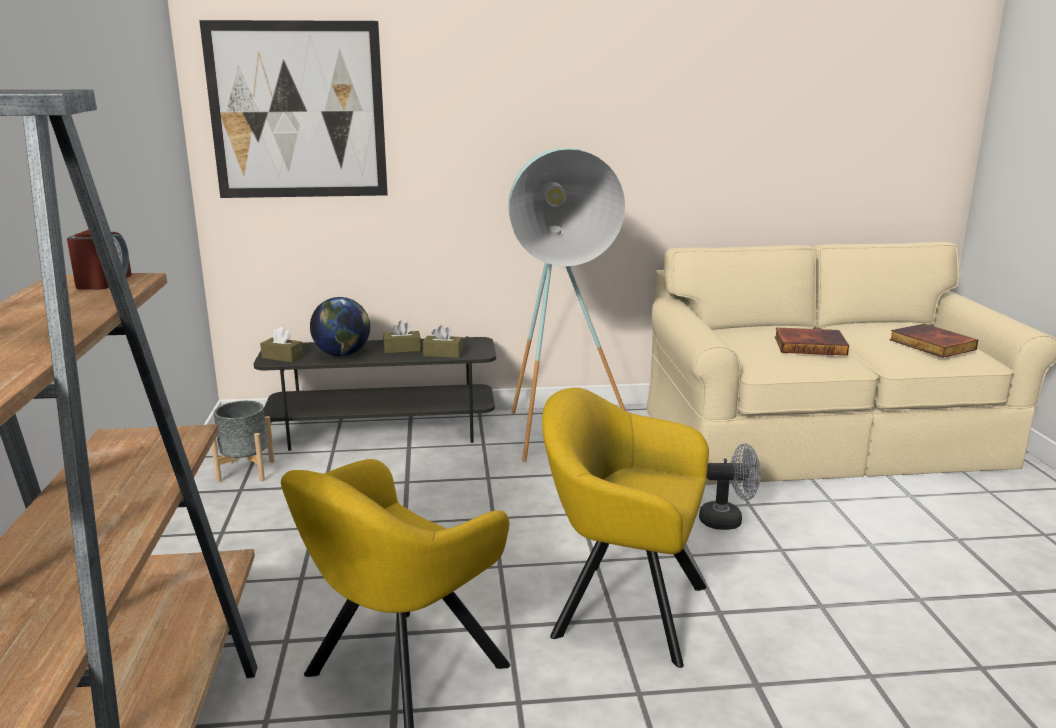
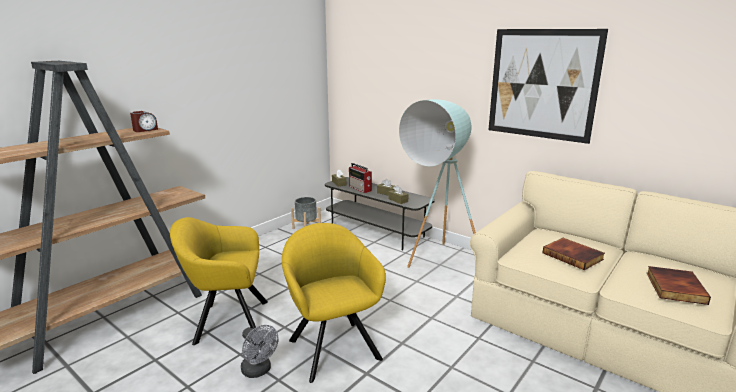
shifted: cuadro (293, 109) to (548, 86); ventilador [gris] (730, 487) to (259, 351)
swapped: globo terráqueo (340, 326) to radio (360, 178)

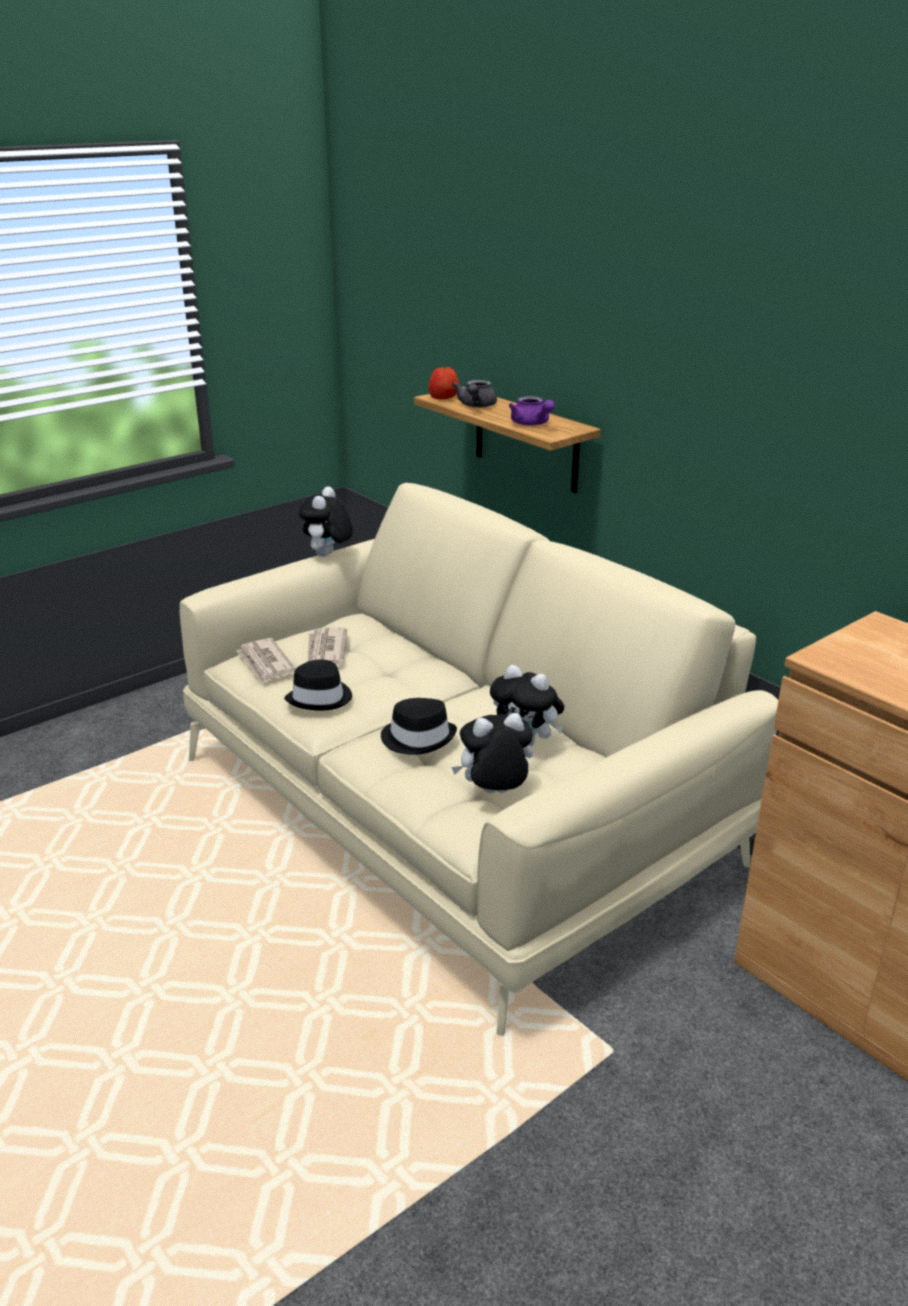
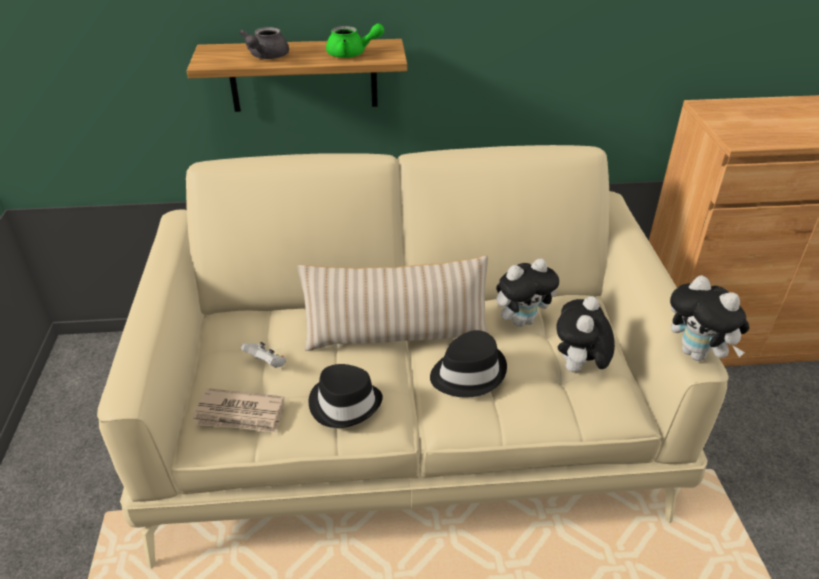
gone: manzana (444, 383)
new: cojín [beis] (392, 303)
shifted: peluche (326, 521) to (709, 318)
swapped: periódico (327, 647) to mando de consola [blanco] (263, 355)
repainted: tetera [morado] (532, 411) to tetera [verde] (355, 40)
rotated: tetera [gris] (474, 394) = (264, 43) 60 degrees clockwise

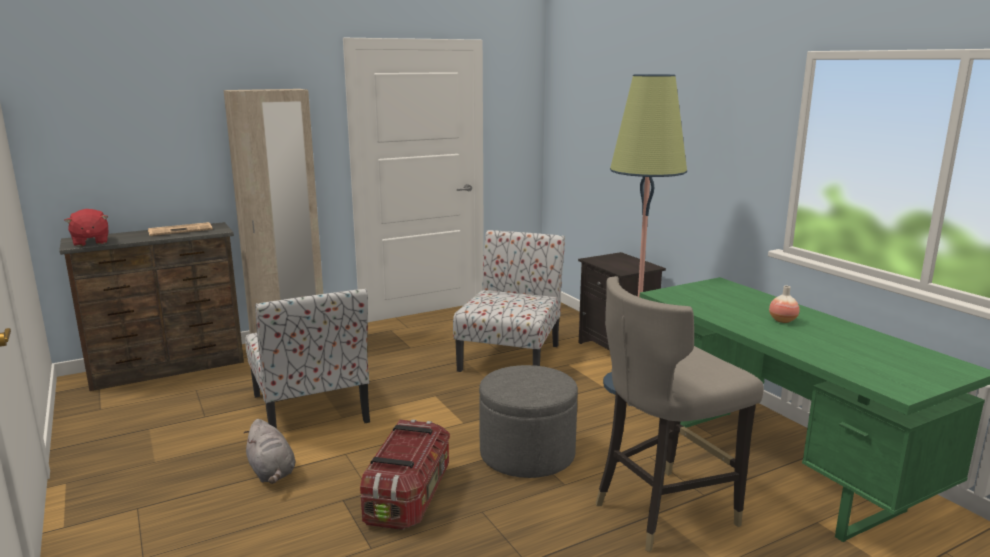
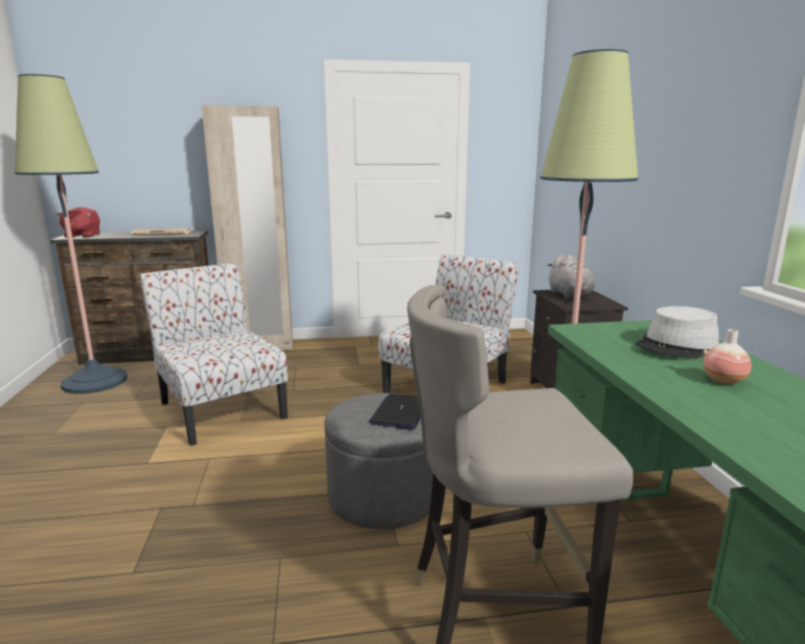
gone: caja de almacenaje (405, 474)
new: lámpara de pie (71, 234); sombrero [gris] (677, 332); portátil (395, 412)
shifted: peluche [gris] (269, 451) to (571, 276)
rotated: silla (307, 359) = (214, 354) 150 degrees clockwise

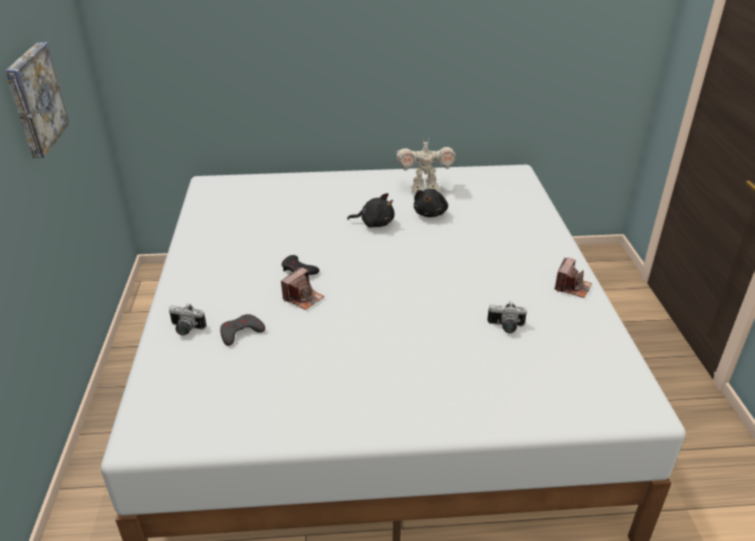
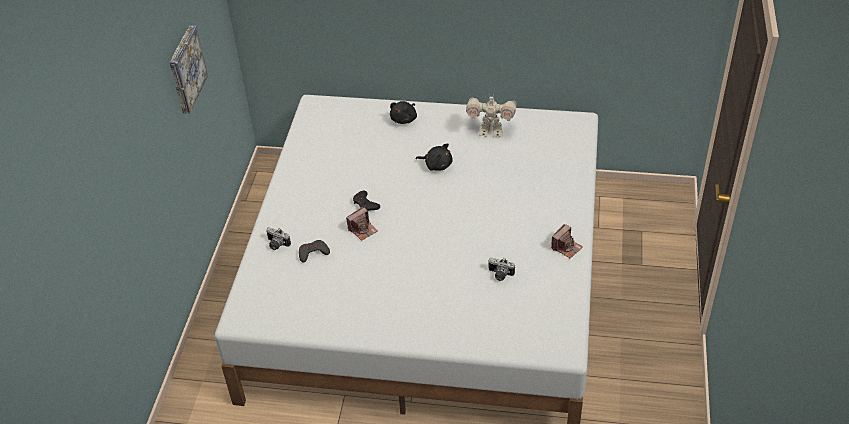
shifted: peluche [negro] (431, 203) to (403, 112)

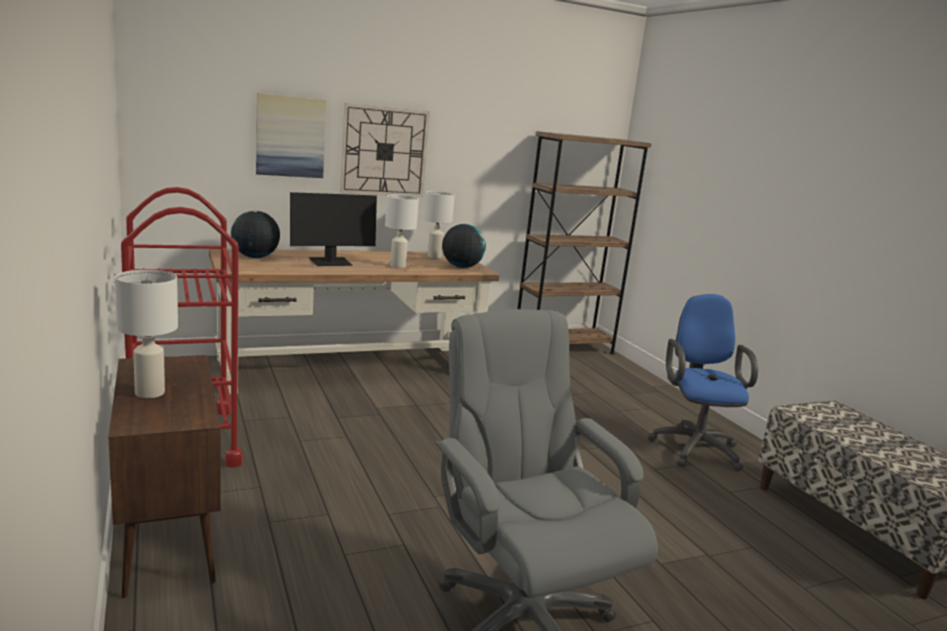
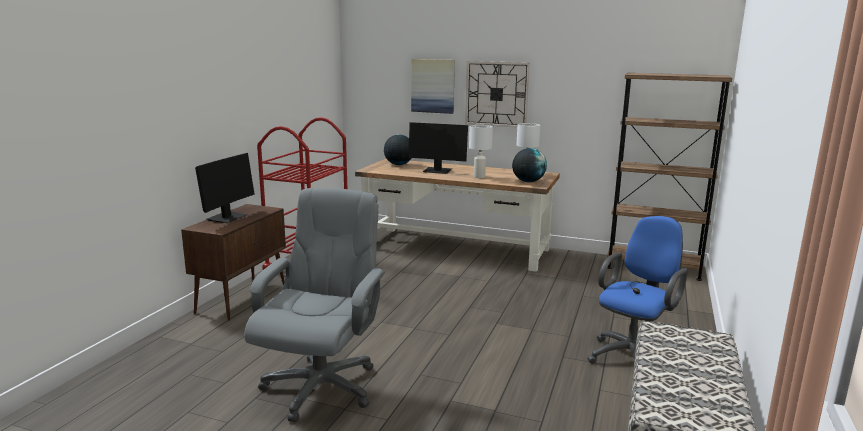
swapped: lámpara de mesa [blanco] (146, 334) to monitor (225, 188)

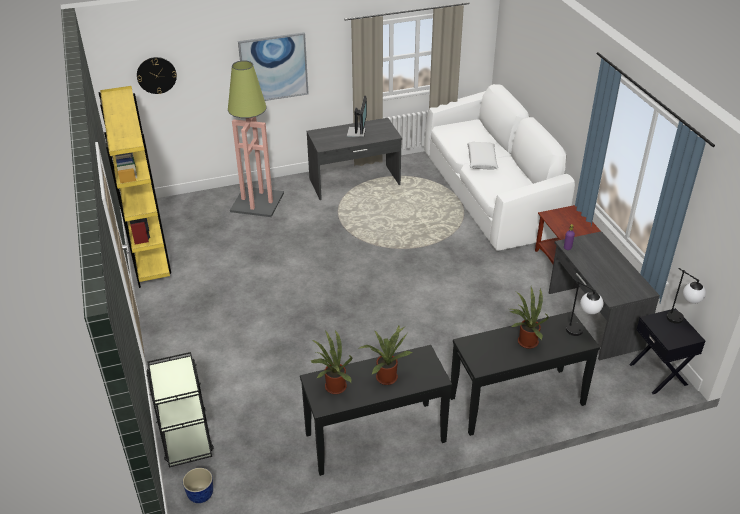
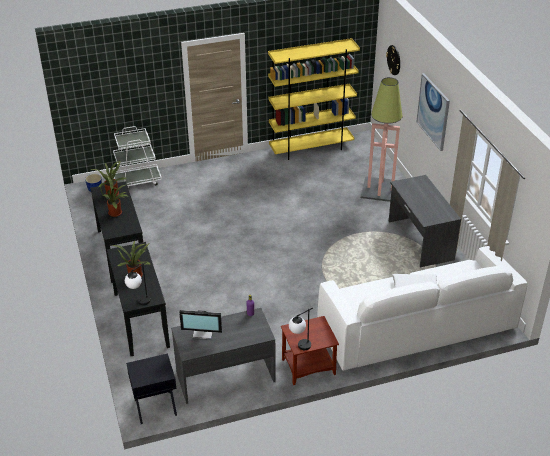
shifted: monitor (357, 116) to (200, 324); lámpara de mesa (686, 296) to (301, 328)
repainted: carrito [negro] (180, 410) to carrito [blanco] (137, 157)

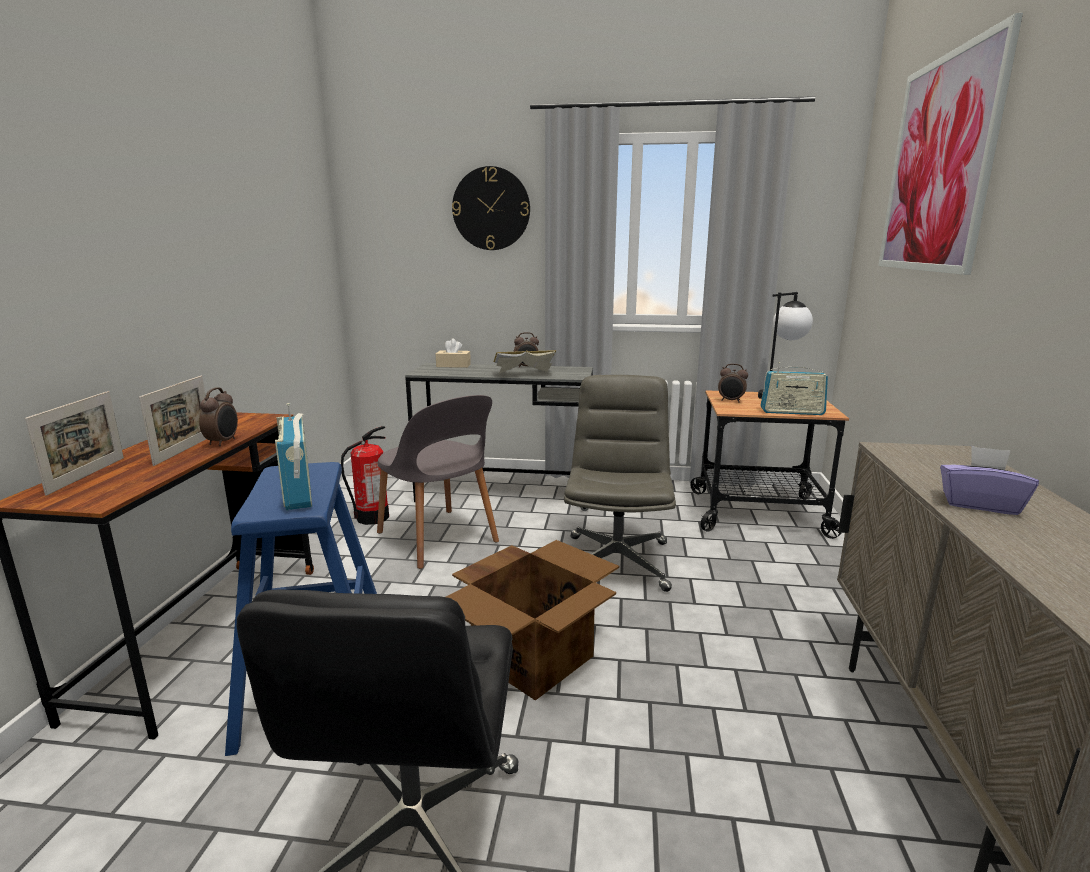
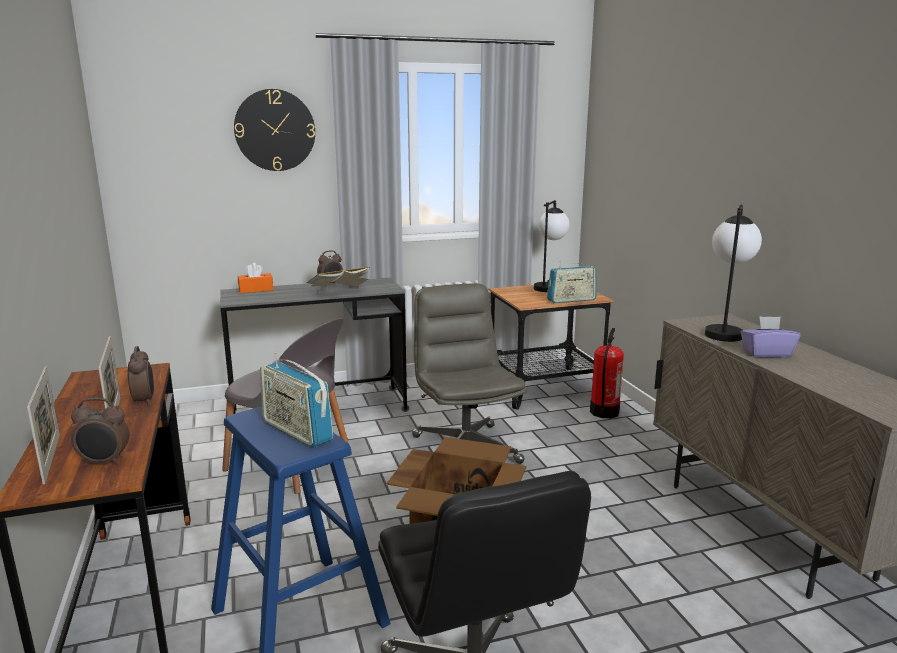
gone: cuadro (950, 144)
new: lámpara de mesa (733, 273)
shifted: despertador (733, 383) to (100, 431); extintor (365, 475) to (607, 373)
repainted: caja de pañuelos [beis] (453, 353) to caja de pañuelos [naranja] (255, 278)

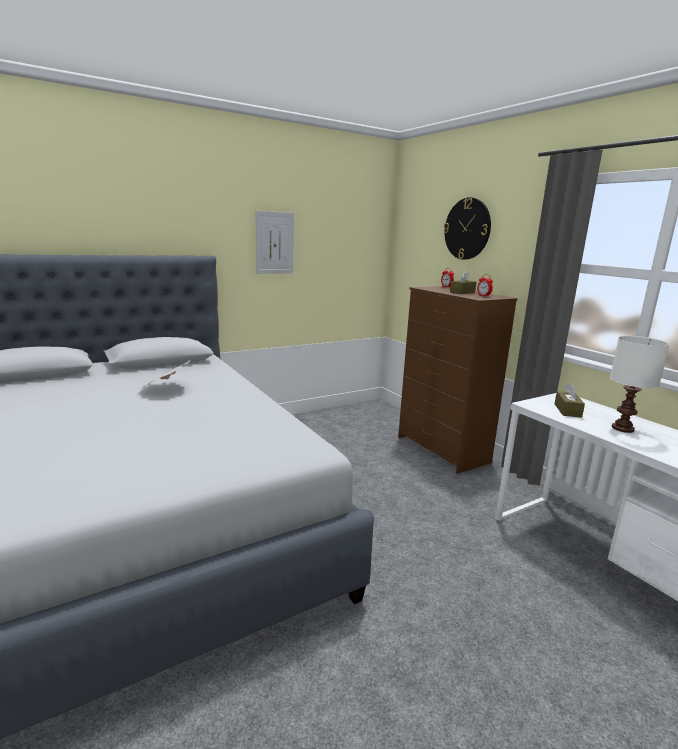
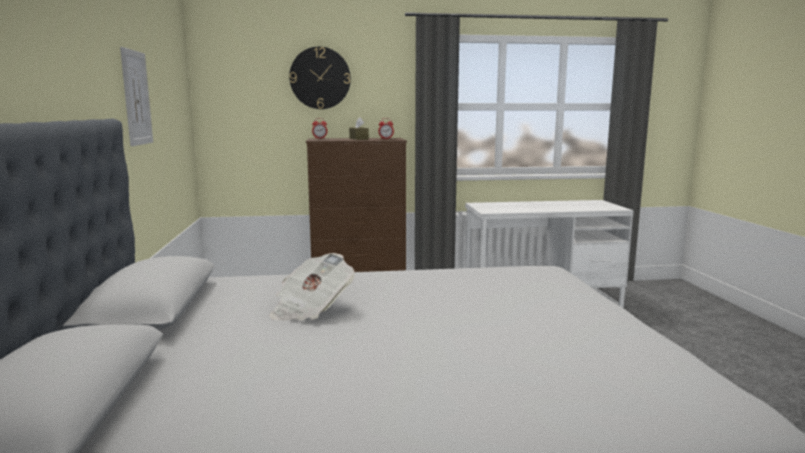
gone: lámpara de mesa [blanco] (640, 384); caja de pañuelos [marrón] (569, 400)

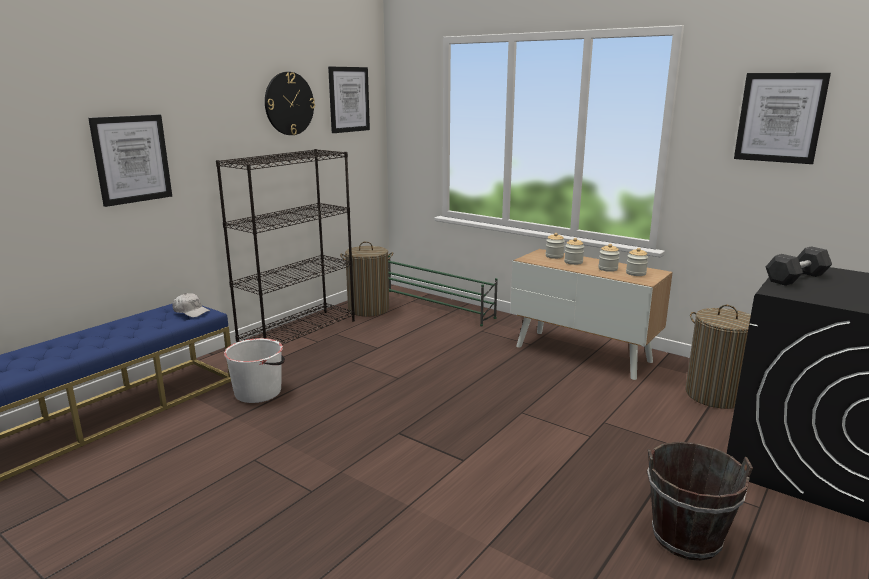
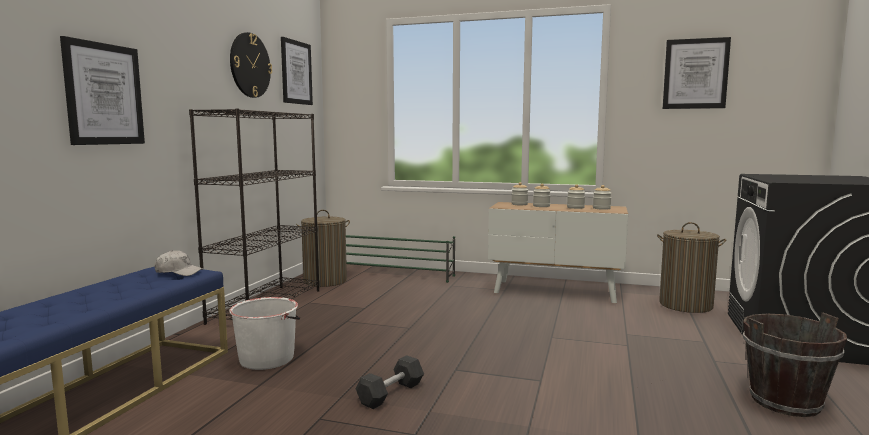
shifted: mancuerna [gris] (799, 266) to (390, 382)

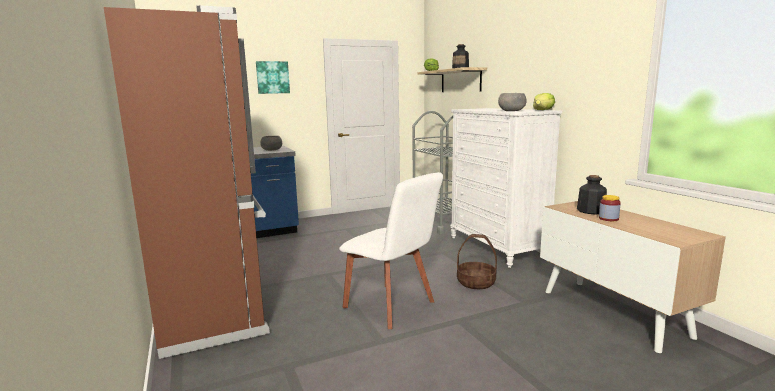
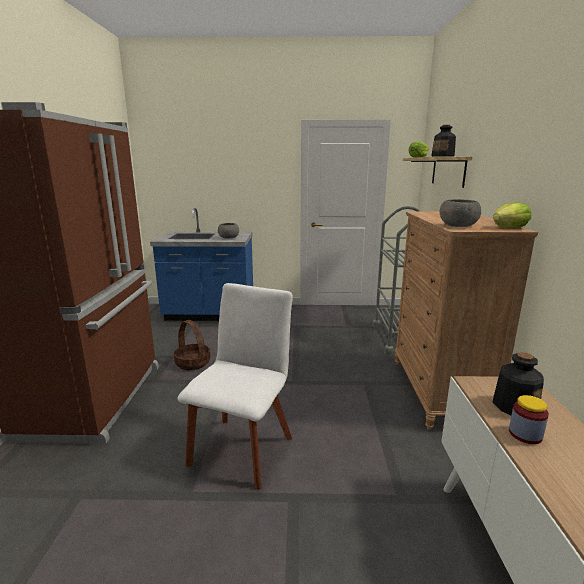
gone: cuadro (273, 77)
shifted: cesta (477, 261) to (192, 345)
repainted: cómoda [blanco] (506, 188) to cómoda [marrón] (466, 320)
rotated: silla [blanco] (391, 250) = (235, 386) 135 degrees counterclockwise

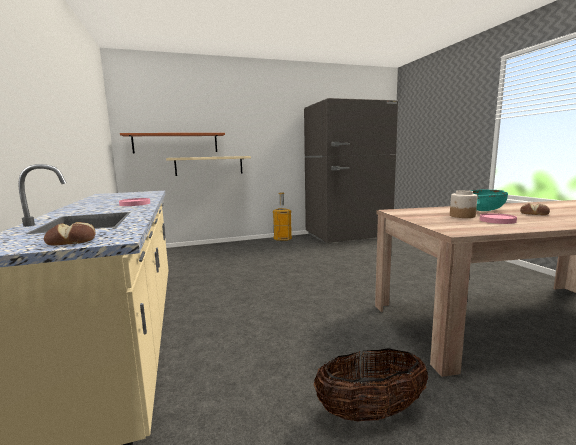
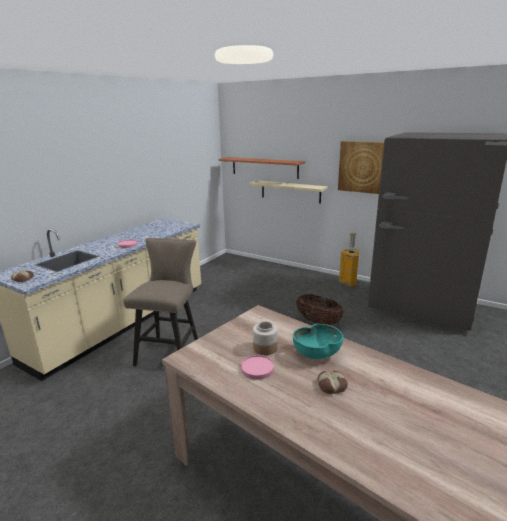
new: cuadro (361, 167); taburete [beis] (160, 302)
shifted: cesta (371, 385) to (320, 309)

